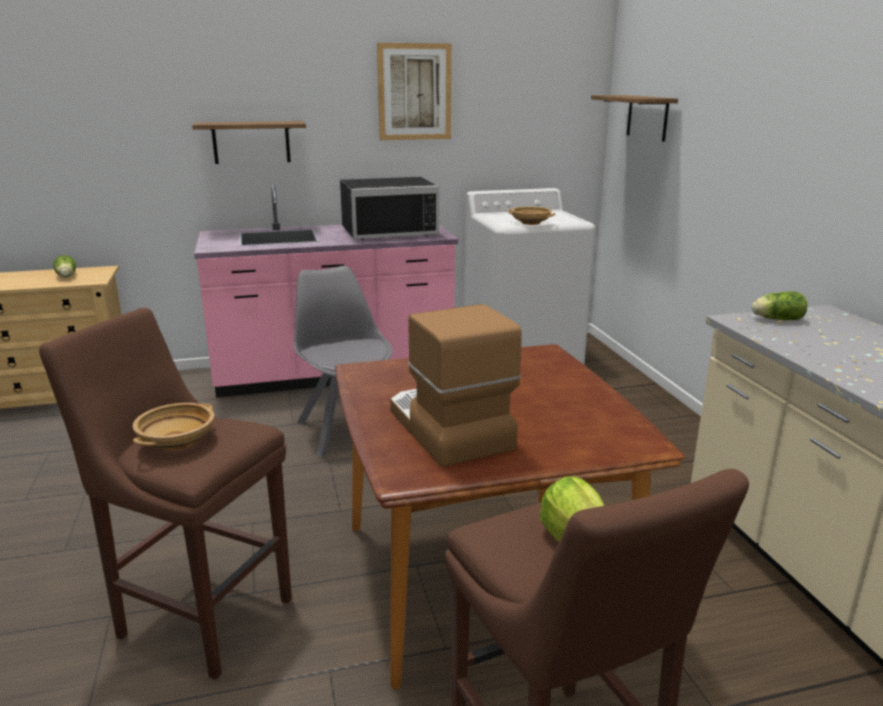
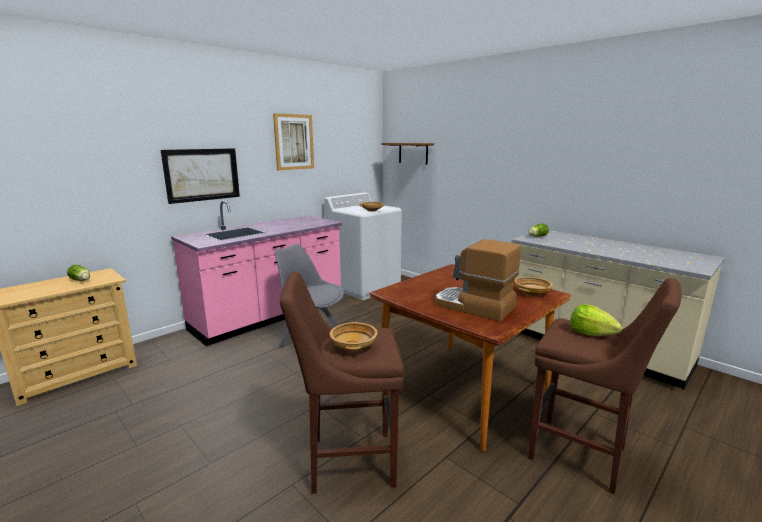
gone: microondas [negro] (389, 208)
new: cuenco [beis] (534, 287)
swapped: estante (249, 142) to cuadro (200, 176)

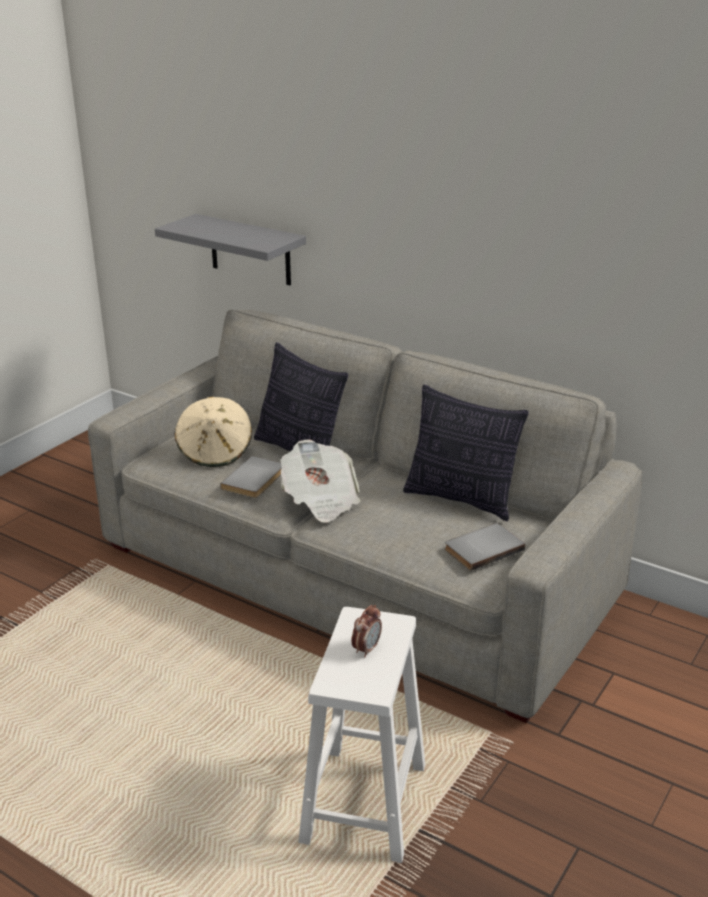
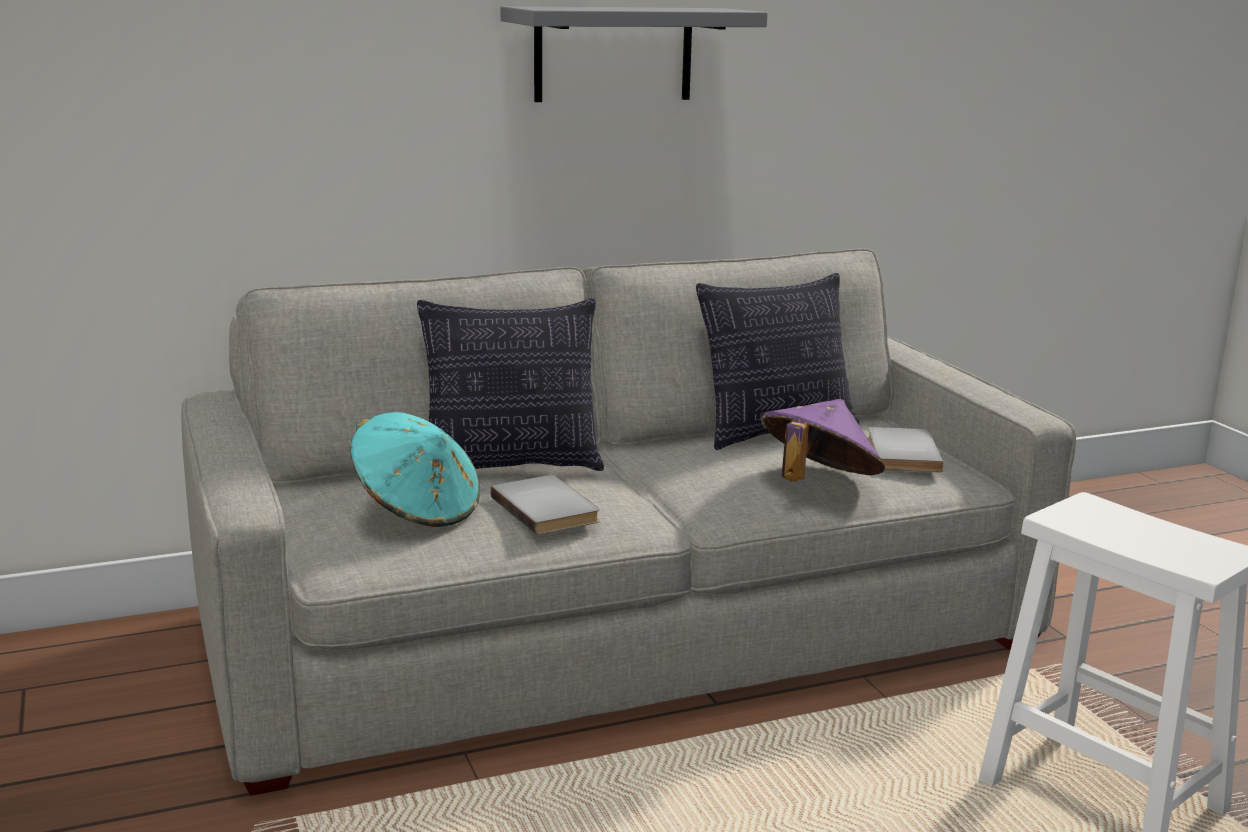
gone: periódico (320, 481); despertador (366, 631)
new: sombrero [morado] (822, 440)
shifted: estante [gris] (230, 249) to (634, 54)
repainted: sombrero [beis] (213, 432) to sombrero [turquesa] (415, 469)

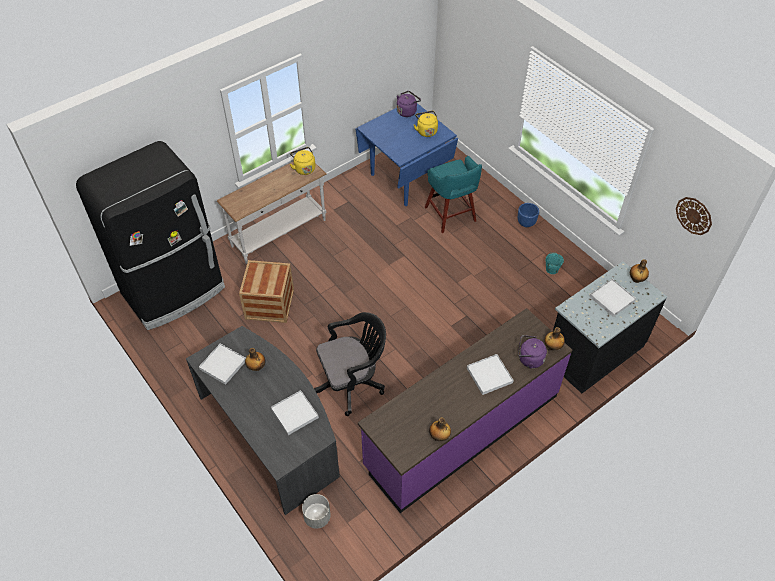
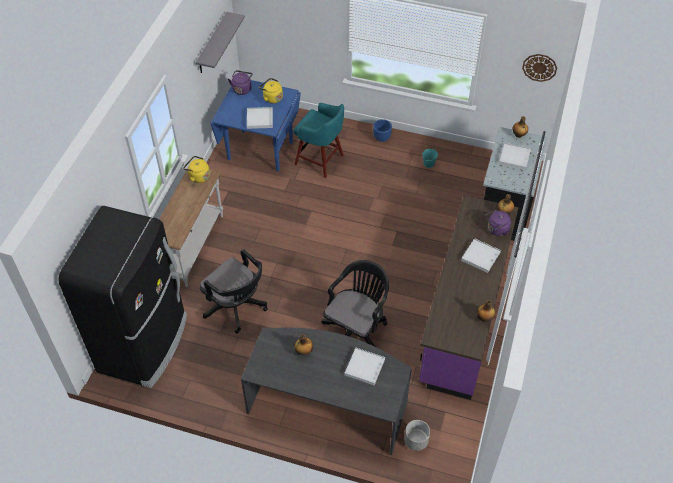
new: estante [gris] (220, 42)
shifted: bandeja [blanco] (222, 364) to (260, 118)
swapped: caja de embalaje (266, 291) to silla de oficina [negro] (233, 291)

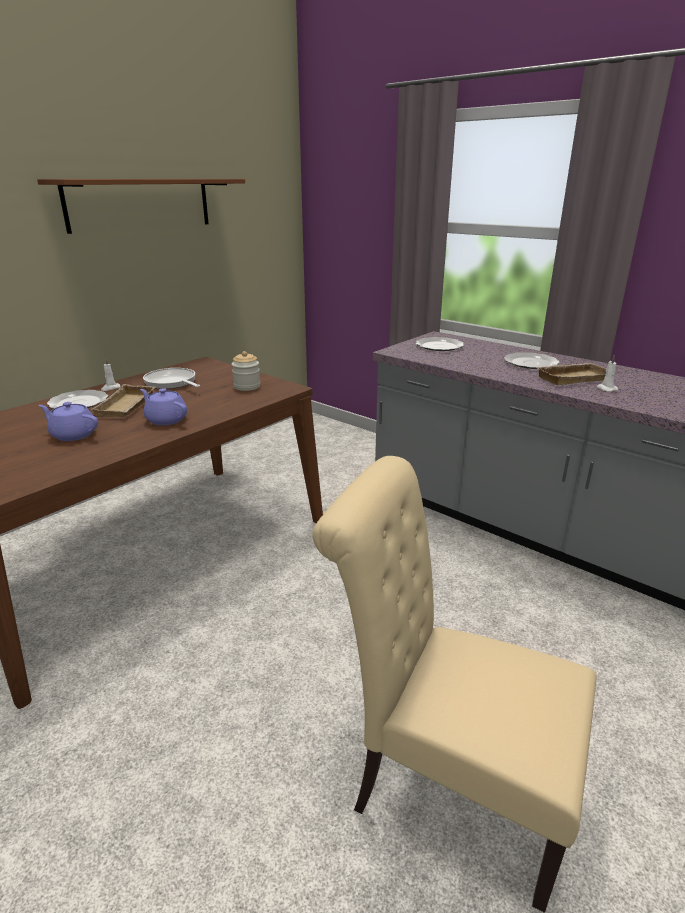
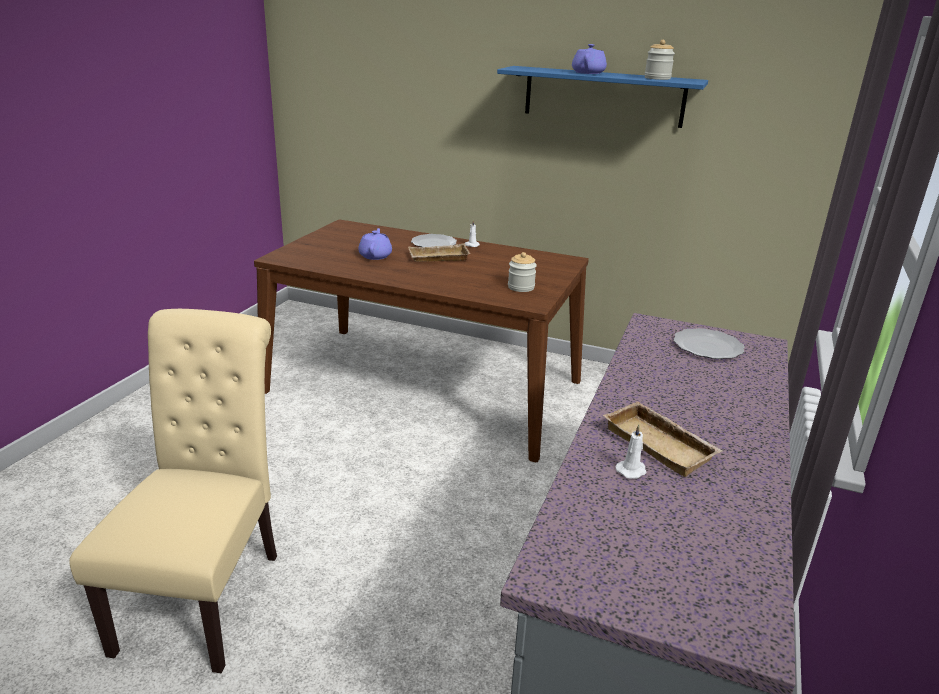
gone: plato (531, 360); sartén (171, 378)
new: tarro (659, 60)
shifted: tetera [morado] (163, 406) to (589, 59)
repainted: estante [marrón] (141, 206) to estante [azul] (602, 97)

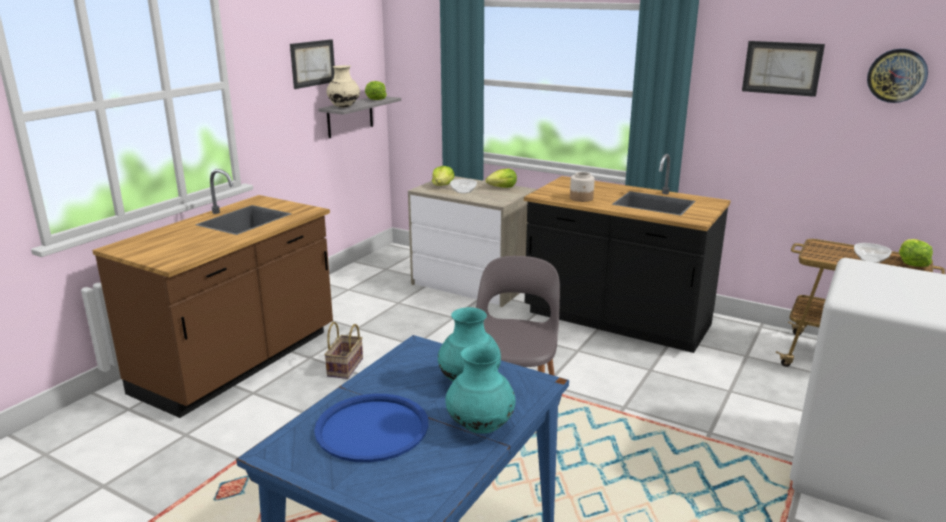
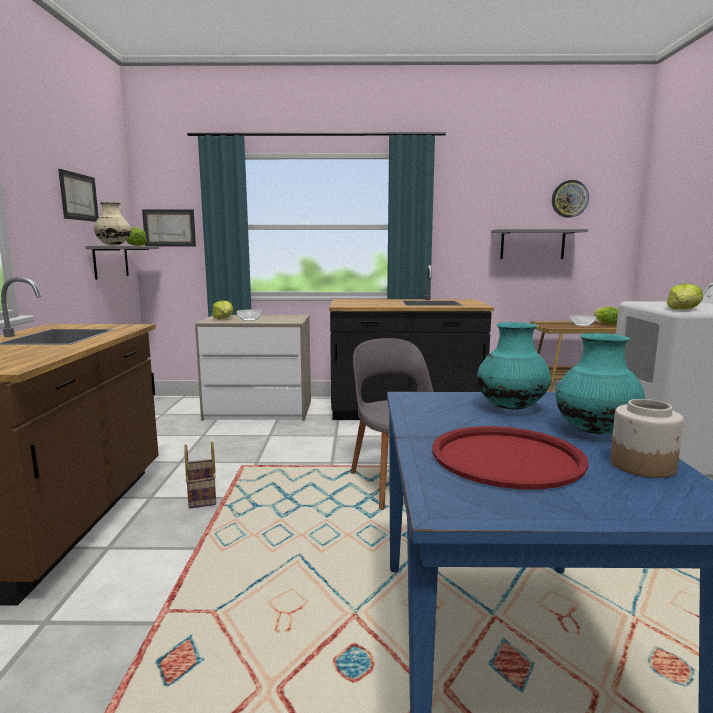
new: estante [gris] (539, 244)
shifted: cuadro (783, 69) to (169, 228); lechuga (501, 178) to (684, 296); tarro (582, 187) to (647, 438)
repainted: bandeja [azul] (371, 428) to bandeja [rojo] (510, 457)

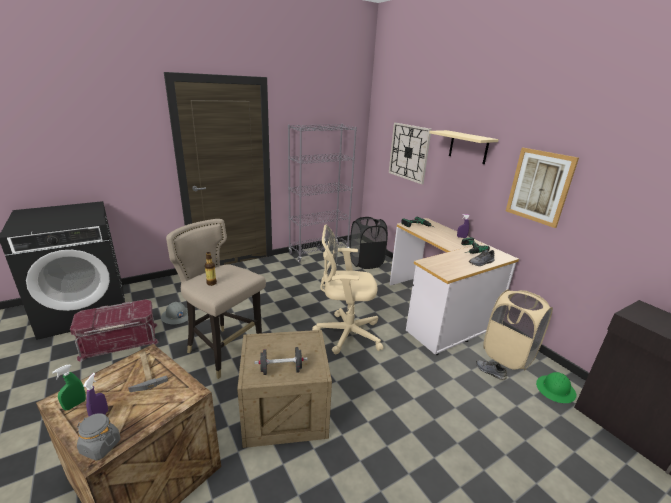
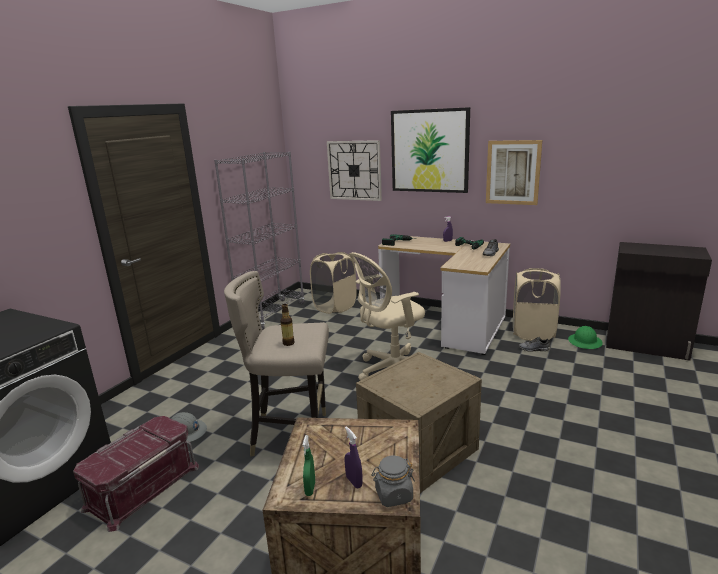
gone: mancuerna [negro] (281, 361); martillo (148, 371)
swapped: estante [beis] (464, 147) to cuadro (430, 150)
repainted: cesto de la ropa [negro] (369, 243) to cesto de la ropa [beis] (333, 283)

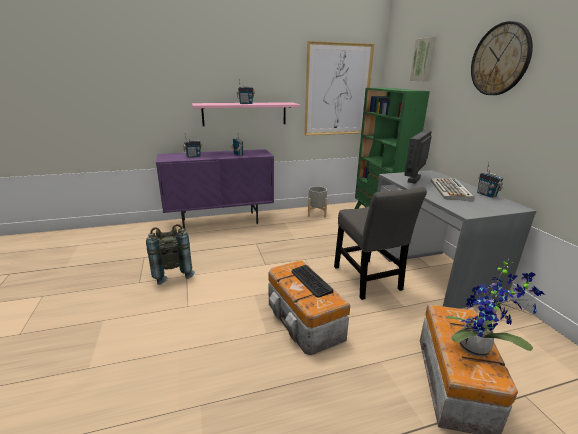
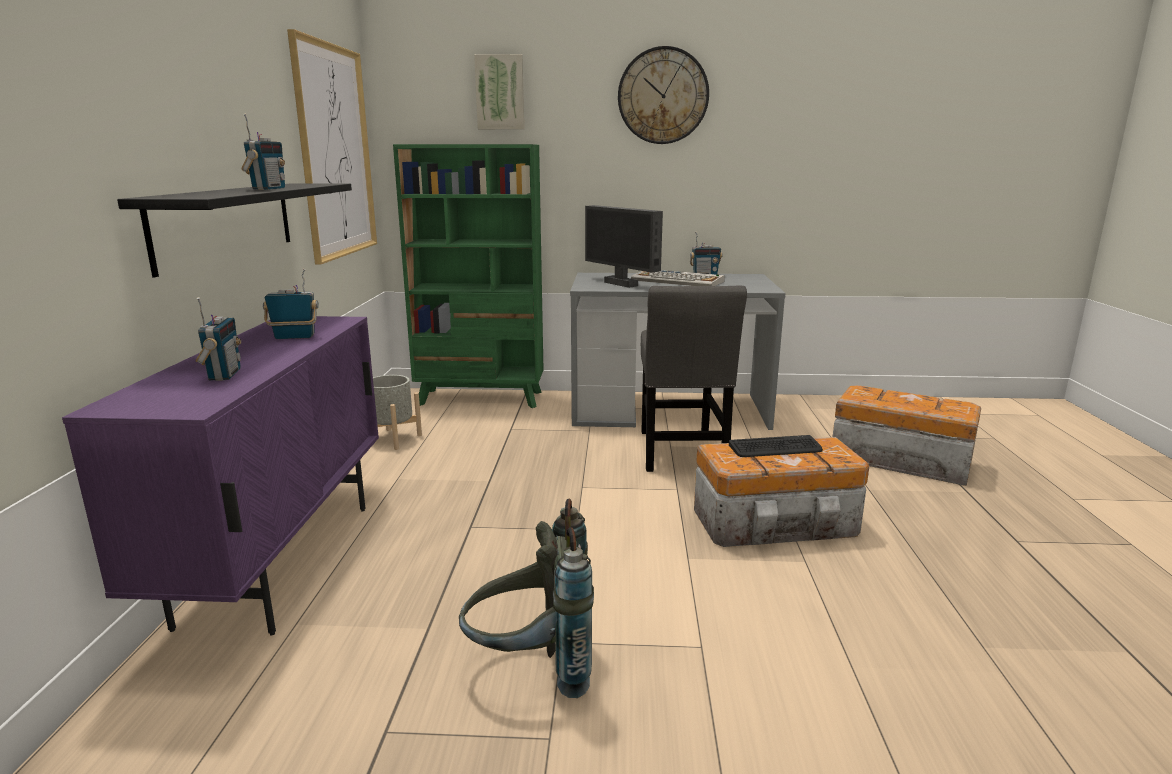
gone: planta en maceta (495, 308)
repainted: estante [rosa] (246, 114) to estante [negro] (234, 230)
rotated: silla [gris] (380, 243) = (694, 378) 90 degrees clockwise

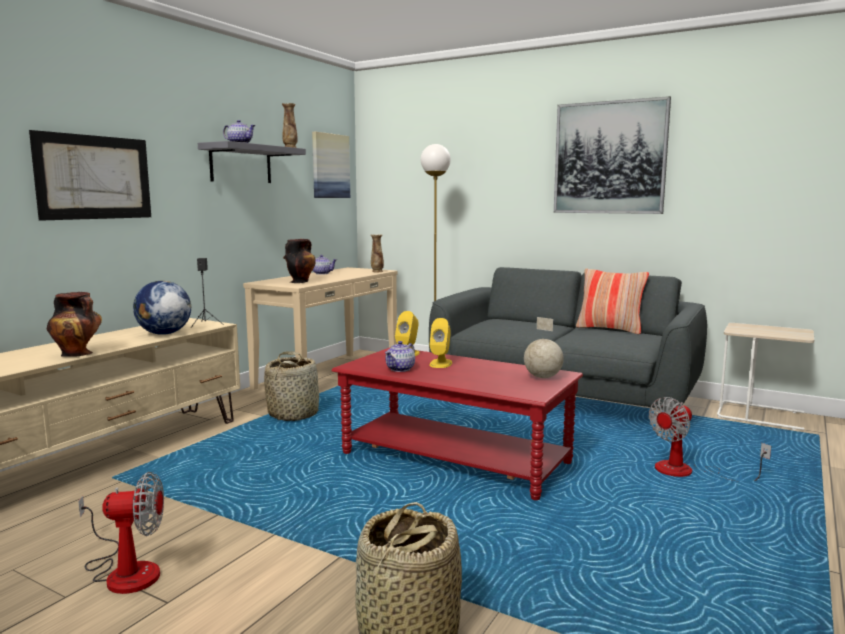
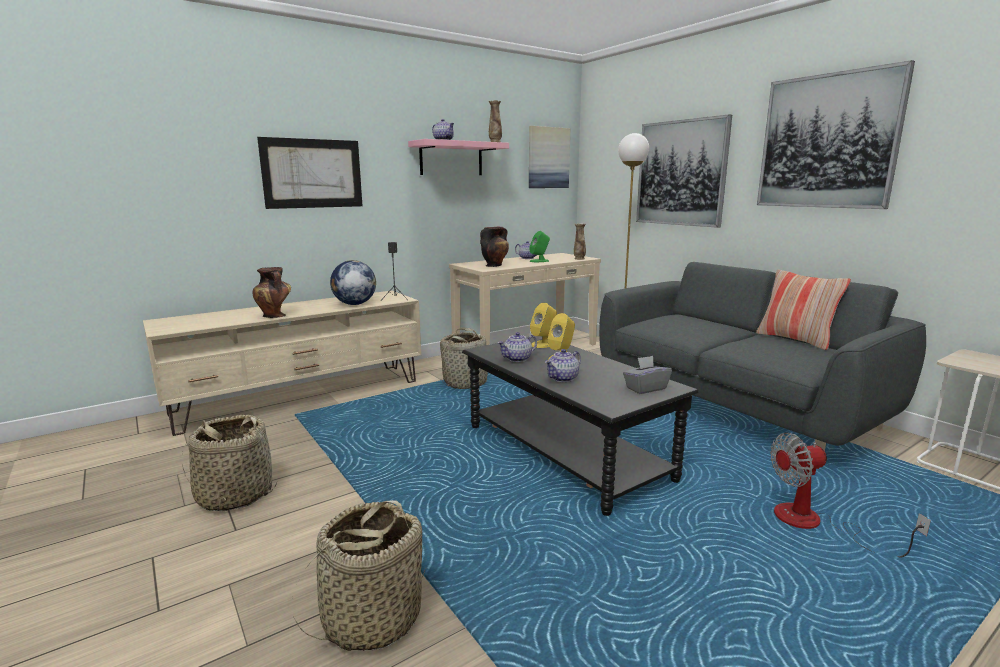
new: cuadro (684, 171); altavoz [verde] (540, 246); tetera (563, 365)
swapped: globo terráqueo (544, 347) to caja de pañuelos [gris] (647, 375); ventilador (121, 533) to cesta (229, 463)
repainted: estante [gris] (252, 162) to estante [rosa] (458, 157); mesa de centro [rojo] (457, 423) to mesa de centro [negro] (580, 426)

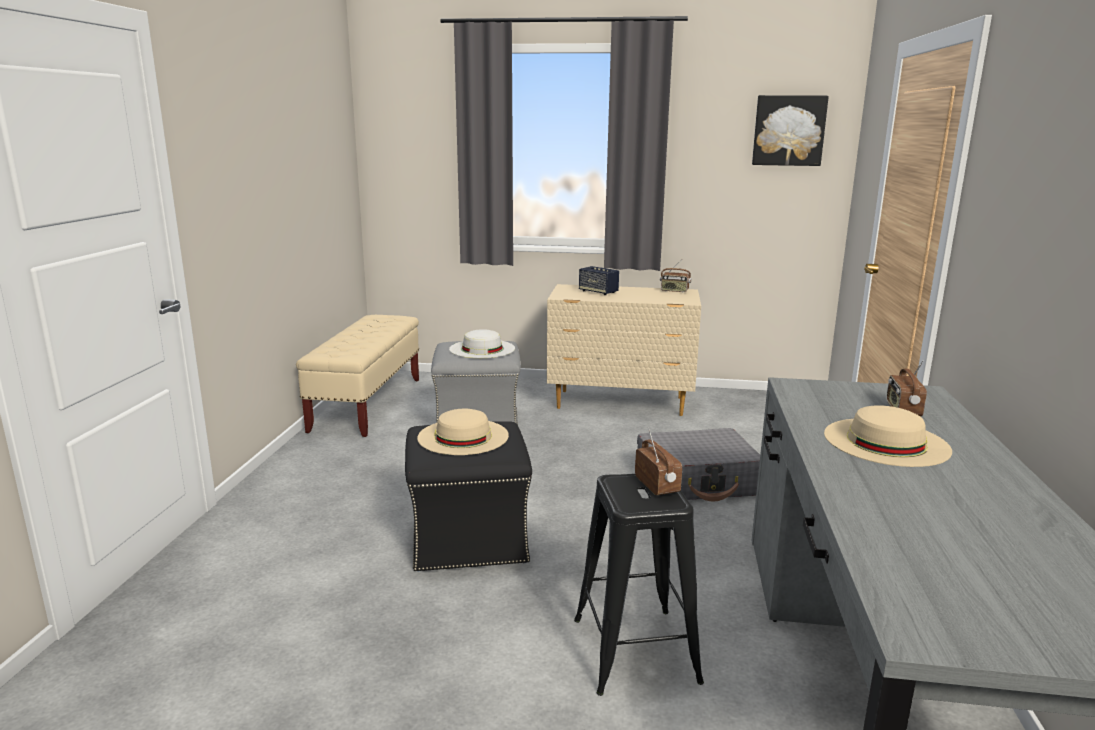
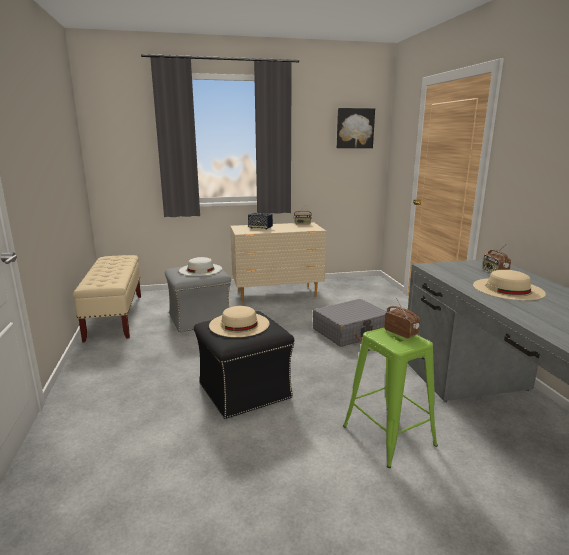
repainted: taburete [negro] (639, 585) to taburete [verde] (390, 398)

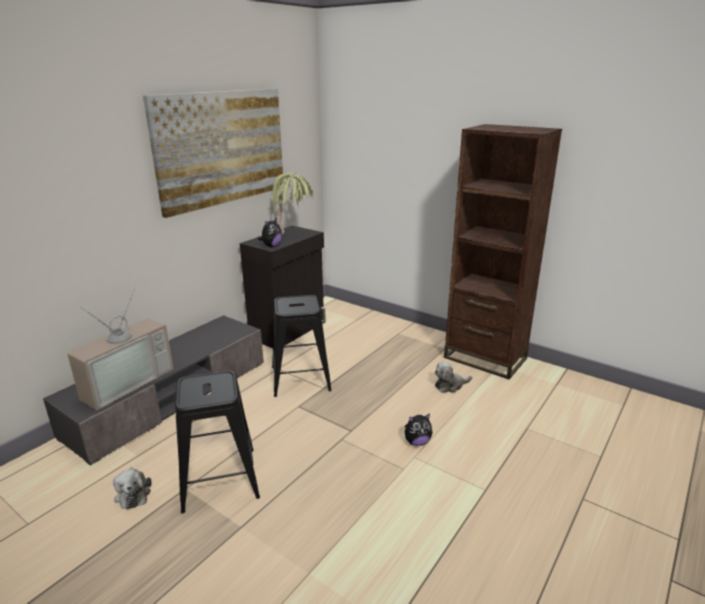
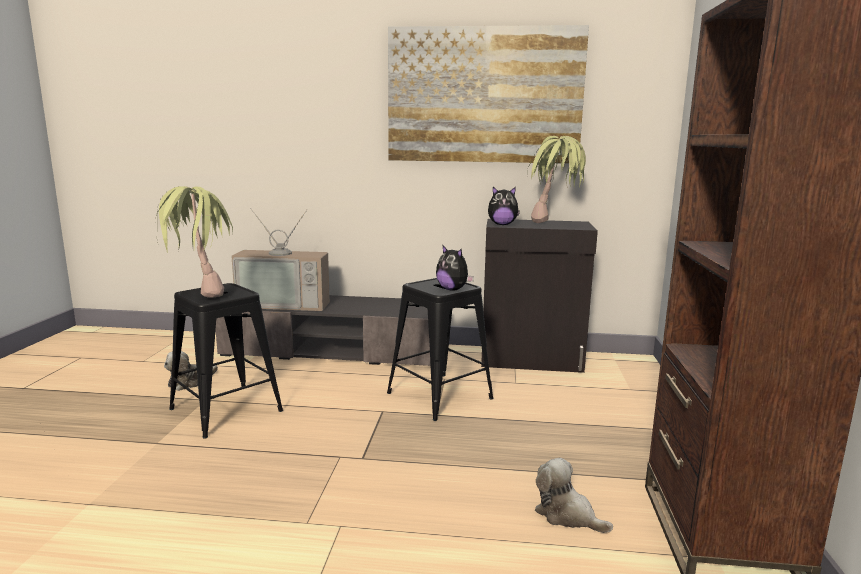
new: planta en maceta (194, 242)
shifted: peluche (418, 430) to (455, 268)

